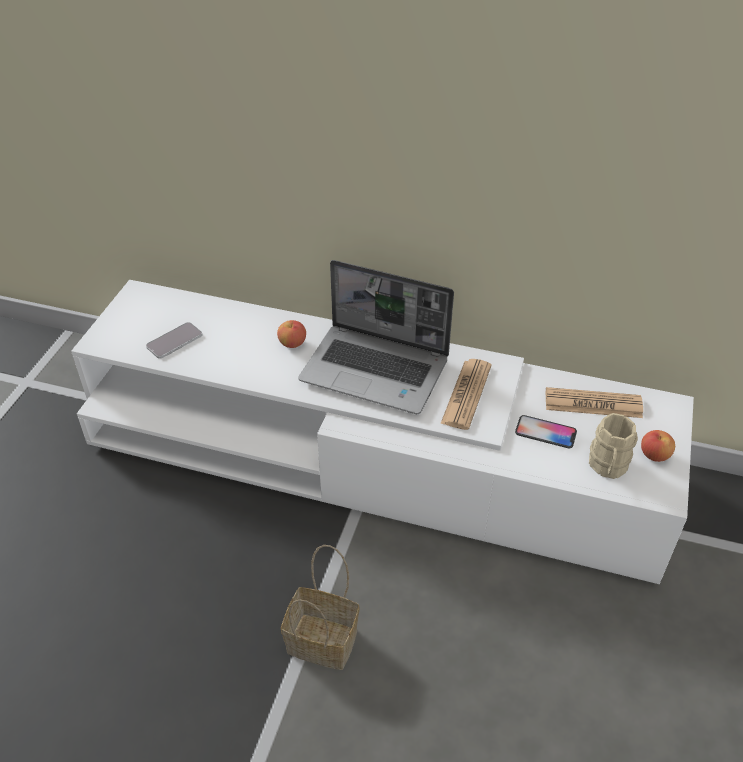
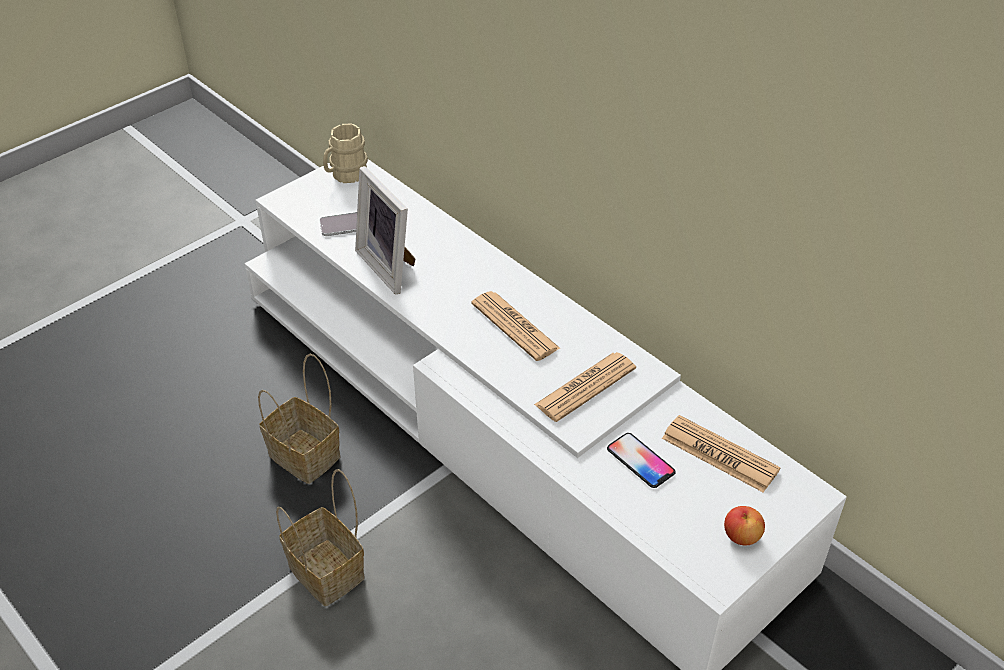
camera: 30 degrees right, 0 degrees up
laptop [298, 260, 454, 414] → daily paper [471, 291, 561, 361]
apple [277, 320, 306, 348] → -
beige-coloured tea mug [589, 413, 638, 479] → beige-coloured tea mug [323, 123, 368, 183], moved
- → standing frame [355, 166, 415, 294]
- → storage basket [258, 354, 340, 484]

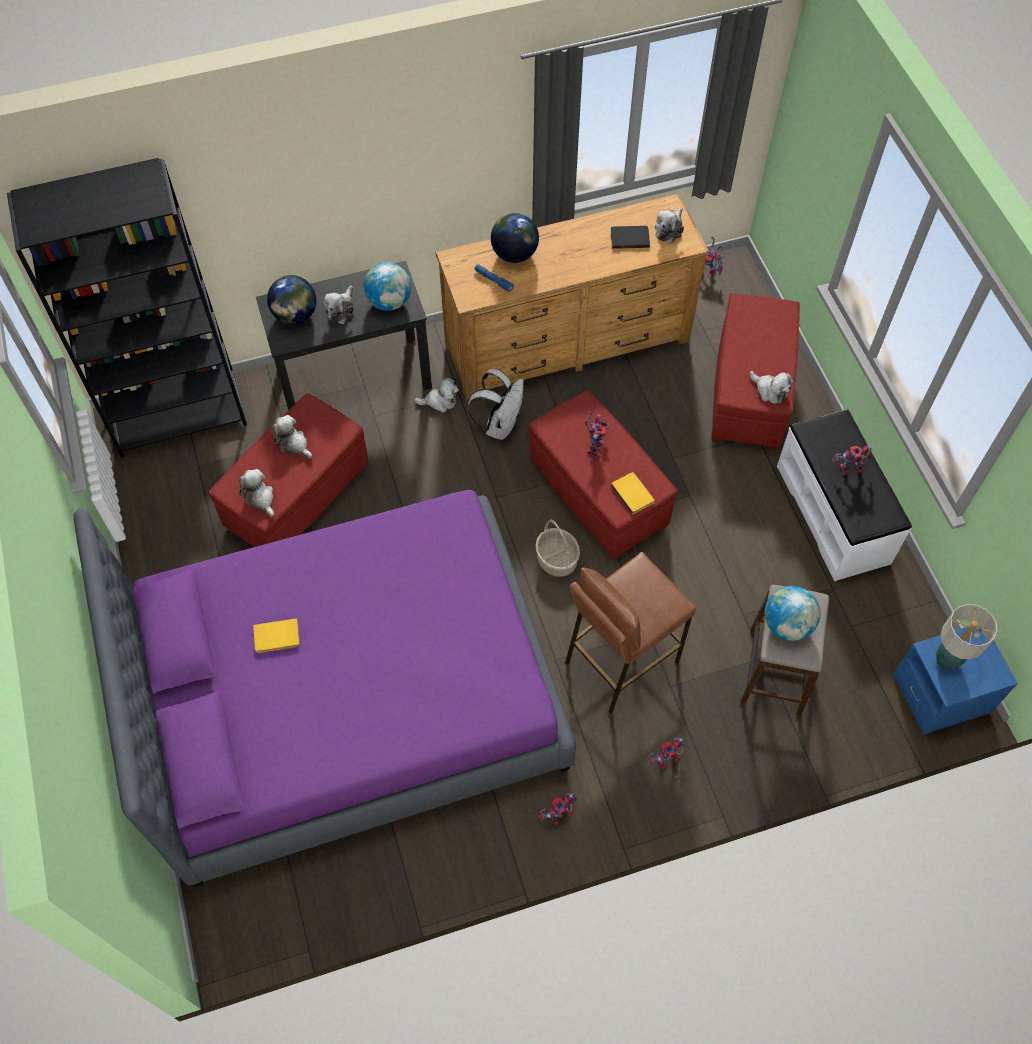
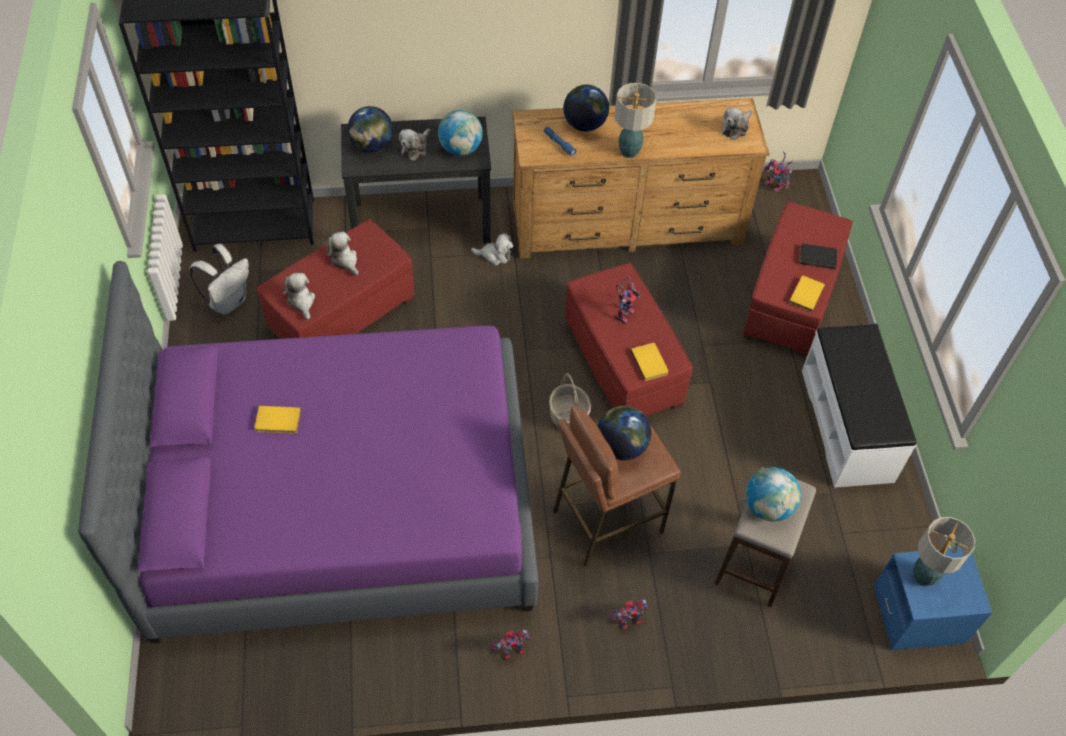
camera: 10 degrees right, 5 degrees down
blackish bound book [610, 226, 650, 249] → blackish bound book [799, 244, 837, 269], moved
whitish knapsack [467, 369, 524, 440] → whitish knapsack [189, 244, 249, 315], moved
cuddly toy [750, 371, 793, 404] → yellow bound book [789, 276, 825, 312]
robot figure [832, 445, 872, 476] → -
- → lamp for a table [614, 83, 656, 158]
- → world globe [598, 406, 651, 460]

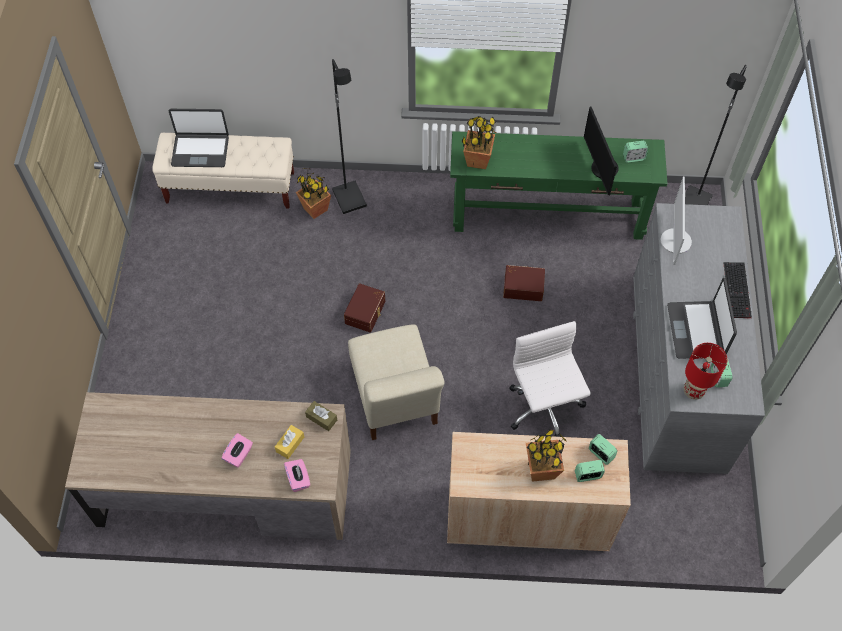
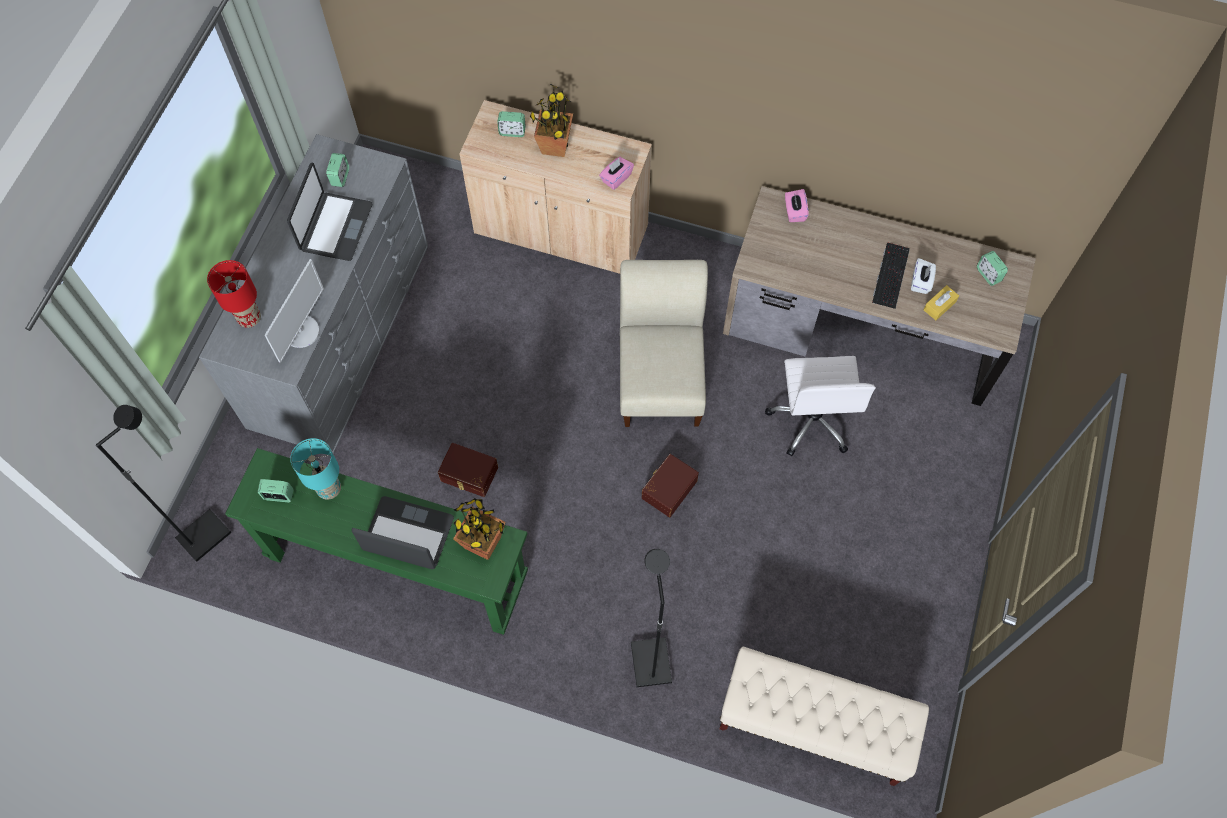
camera: 165 degrees left, 5 degrees up
monitor [584, 106, 619, 196] → turquoise-coloured lamp for a table [290, 438, 341, 500]
laptop [169, 109, 229, 167] → laptop [352, 496, 454, 569], moved
houseplant [296, 168, 331, 219] → -
computer keyboard [723, 262, 752, 318] → computer keyboard [872, 242, 910, 309], moved
whitish computer chair [509, 321, 591, 437] → whitish computer chair [765, 356, 876, 456], moved
reddish lamp for a table [684, 343, 728, 400] → reddish lamp for a table [207, 260, 261, 328], moved
brownish box of tissues [305, 401, 337, 431] → -
yellow box of tissues [275, 425, 304, 459] → yellow box of tissues [924, 285, 959, 320], moved
pinkish box of tissues [221, 433, 253, 468] → pinkish box of tissues [599, 157, 634, 190], moved
table clock [589, 434, 617, 465] → table clock [977, 251, 1008, 286], moved
- → whitish box of tissues [911, 258, 936, 294]

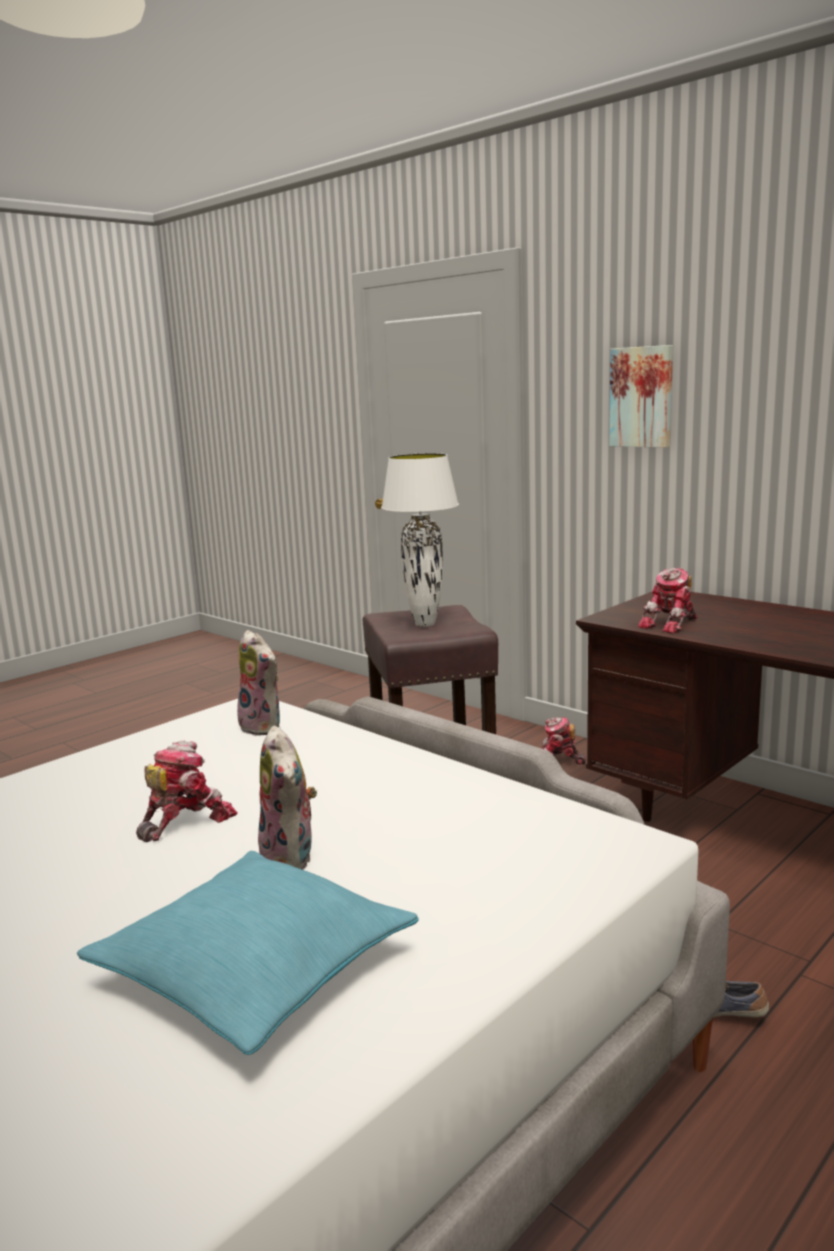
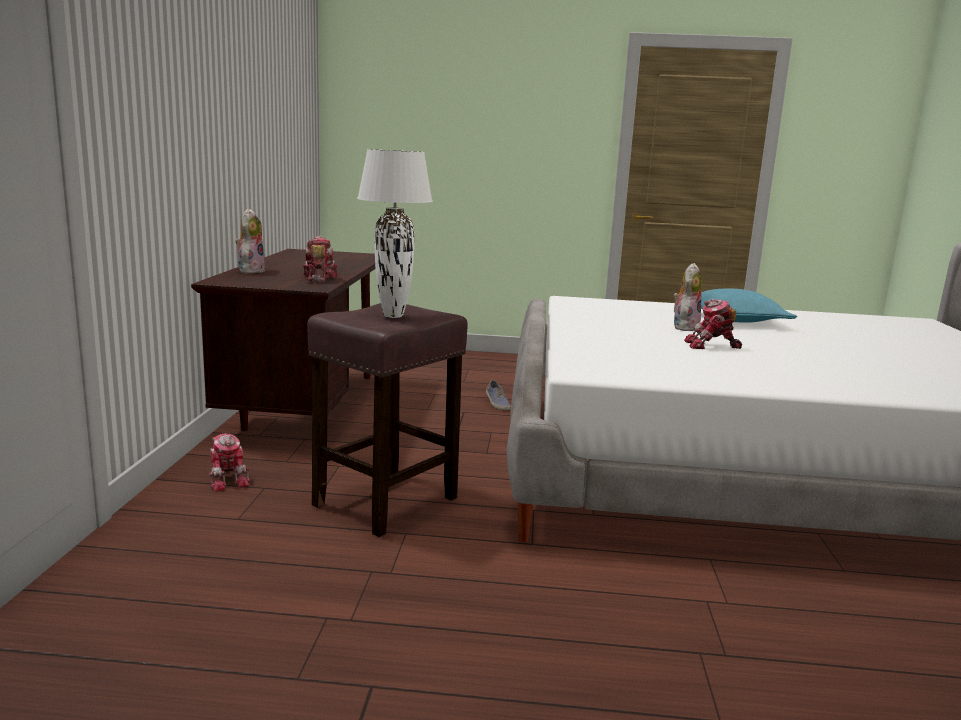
camera: 130 degrees left, 0 degrees up
picture [609, 345, 673, 448] → -
robot figure [638, 568, 698, 634] → robot figure [303, 236, 338, 283], 105 degrees counterclockwise
cuddly toy [235, 630, 280, 736] → cuddly toy [235, 209, 266, 274], moved

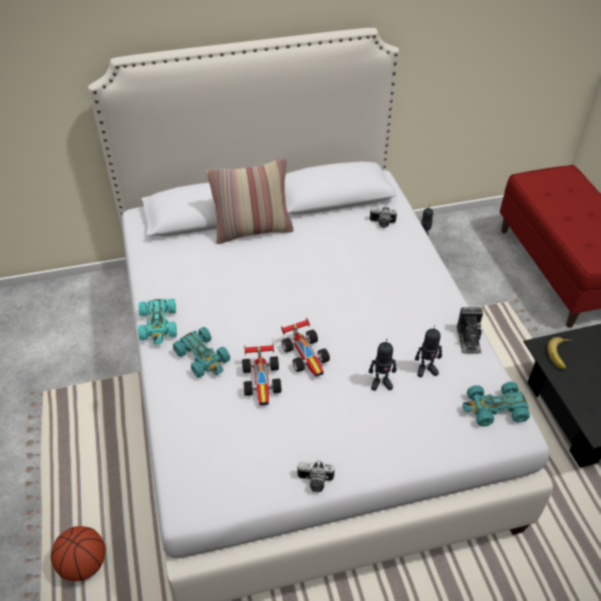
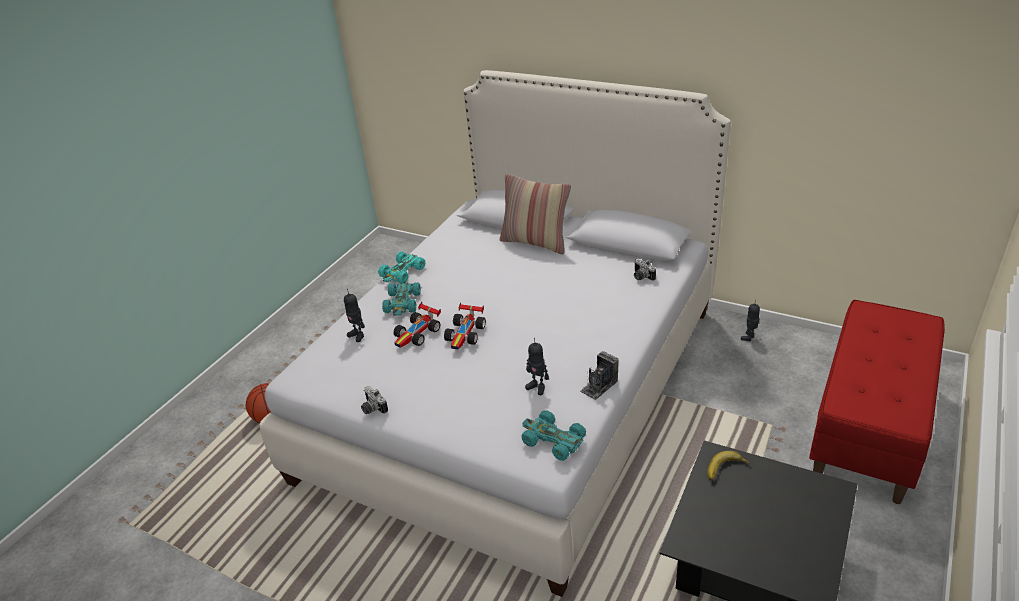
camera: 45 degrees right, 10 degrees down
robot figure [369, 339, 397, 391] → robot figure [344, 289, 365, 342], moved

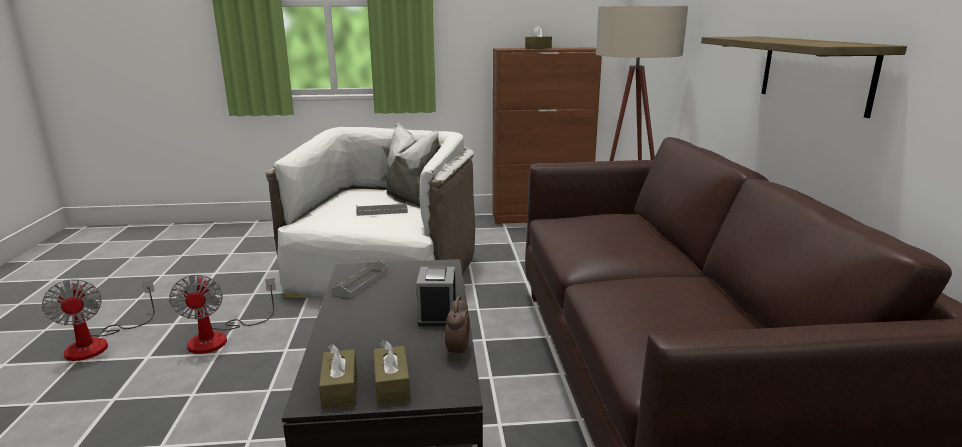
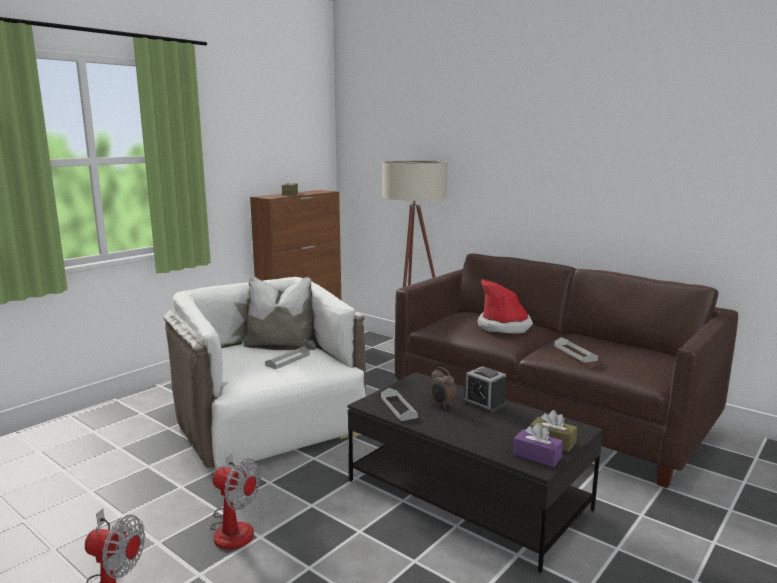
camera: 45 degrees left, 5 degrees down
wall shelf [701, 37, 907, 118] → -
table clock [445, 296, 470, 359] → table clock [429, 367, 456, 409], moved
brownish box of tissues [319, 344, 357, 409] → purple box of tissues [513, 423, 563, 467]
- → hat [478, 279, 533, 334]
- → greyish carrying tray [555, 337, 598, 363]

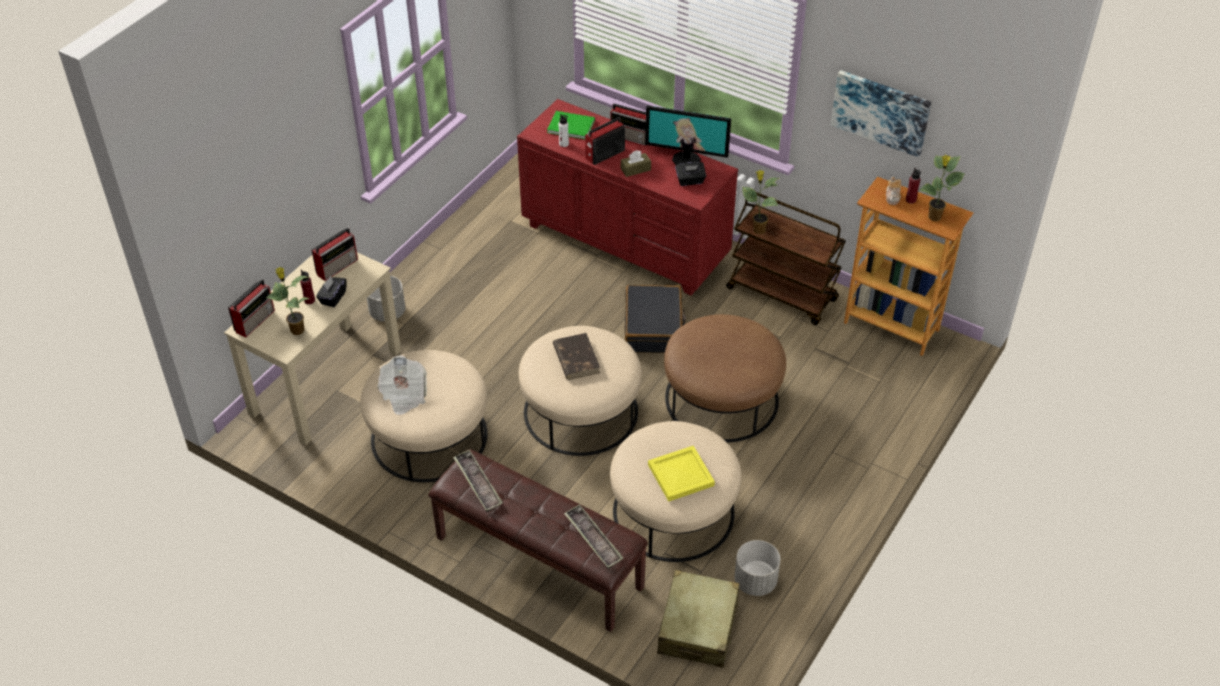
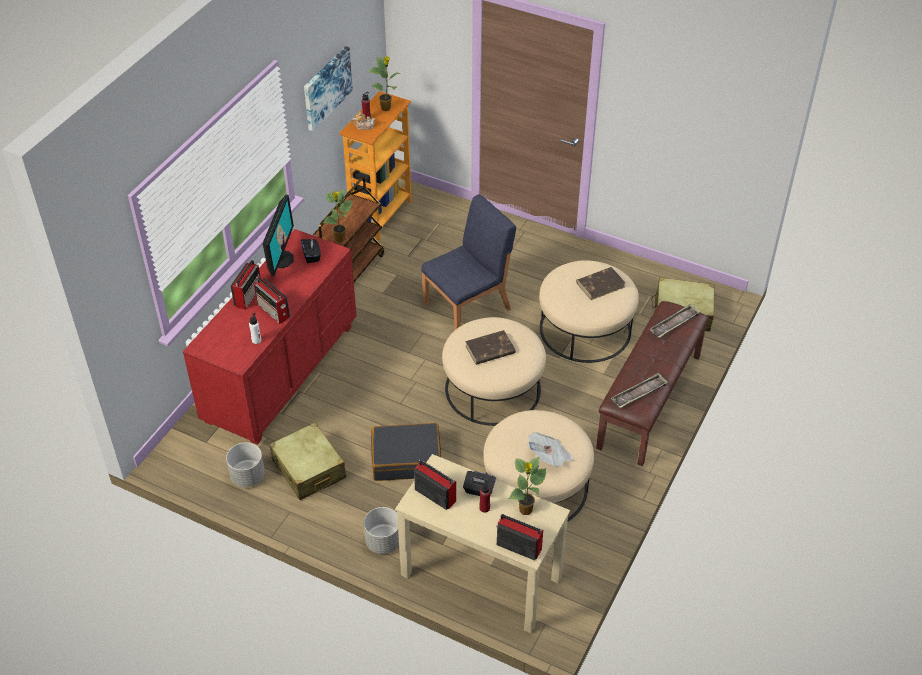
camera: 95 degrees left, 0 degrees up
greenish bound book [547, 111, 595, 139] → -
brownish box of tissues [621, 150, 651, 177] → -
blackish travel case [624, 285, 686, 353] → blackish travel case [371, 423, 441, 481], moved
brownish pouffe [664, 314, 786, 443] → bluish plain chair [421, 194, 516, 330]
yellow carrying tray [648, 446, 715, 502] → brownish bound book [576, 267, 625, 300]
greyish planter [734, 540, 780, 596] → greyish planter [226, 443, 265, 487], moved
- → beige-coloured travel case [269, 423, 346, 500]

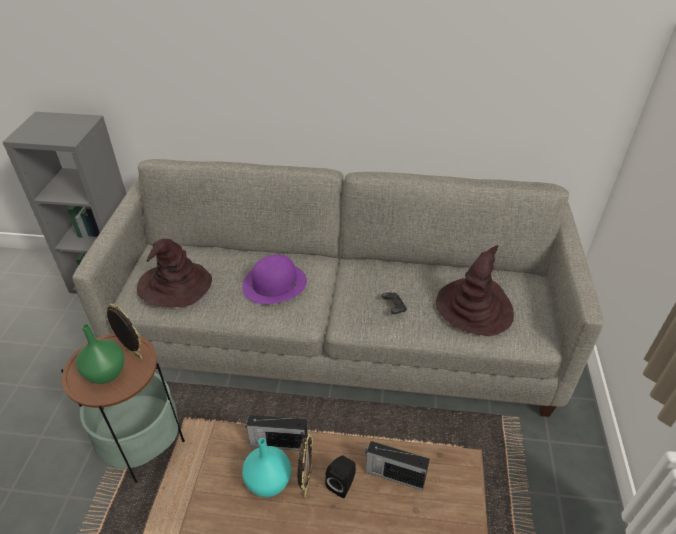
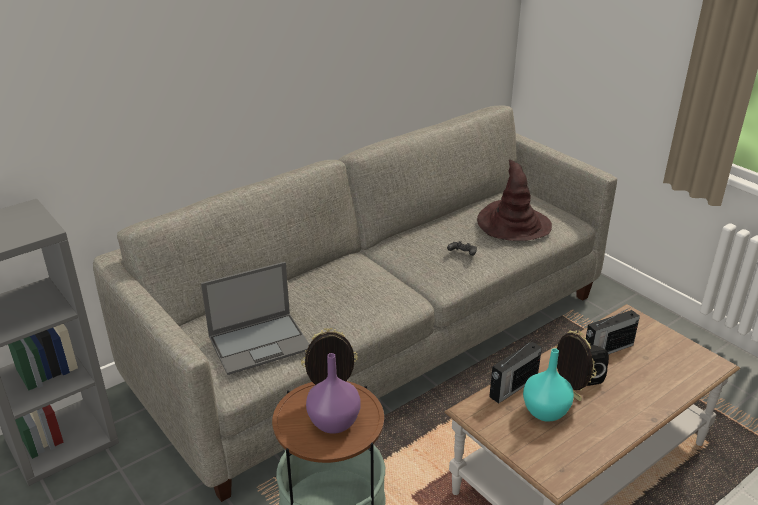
camera: 45 degrees left, 10 degrees down
brownish hat [137, 239, 212, 307] → laptop [201, 262, 309, 375]
purple hat [242, 255, 307, 304] → -
greenish flower vase [76, 324, 124, 384] → purple flower vase [306, 353, 360, 434]

